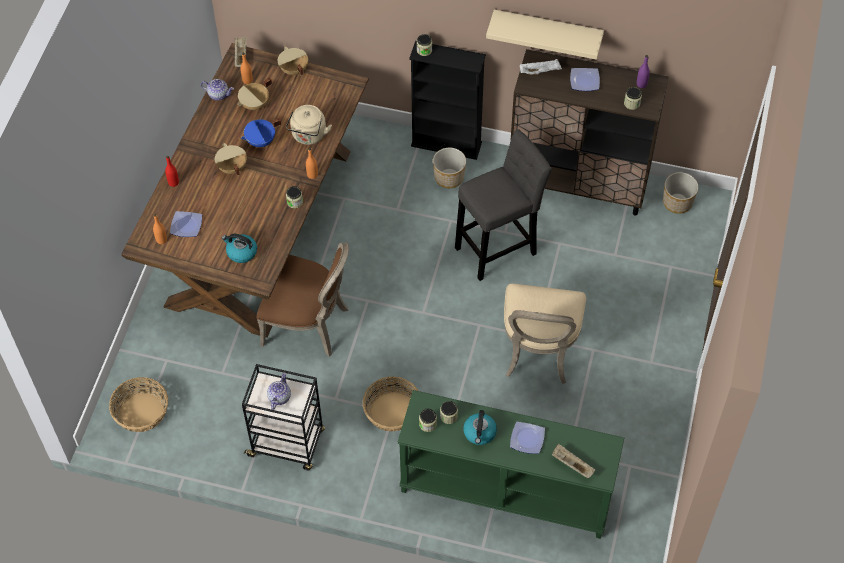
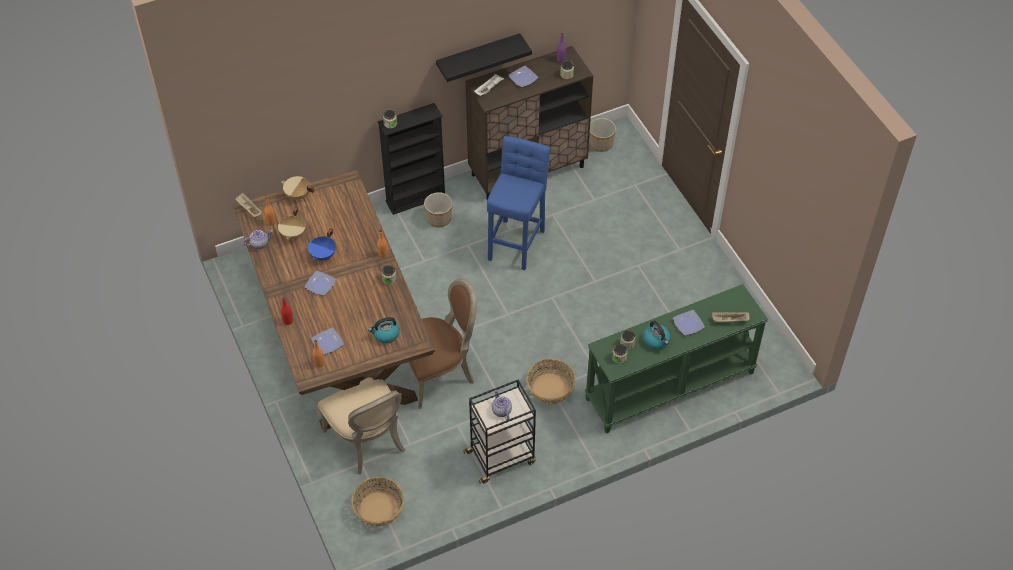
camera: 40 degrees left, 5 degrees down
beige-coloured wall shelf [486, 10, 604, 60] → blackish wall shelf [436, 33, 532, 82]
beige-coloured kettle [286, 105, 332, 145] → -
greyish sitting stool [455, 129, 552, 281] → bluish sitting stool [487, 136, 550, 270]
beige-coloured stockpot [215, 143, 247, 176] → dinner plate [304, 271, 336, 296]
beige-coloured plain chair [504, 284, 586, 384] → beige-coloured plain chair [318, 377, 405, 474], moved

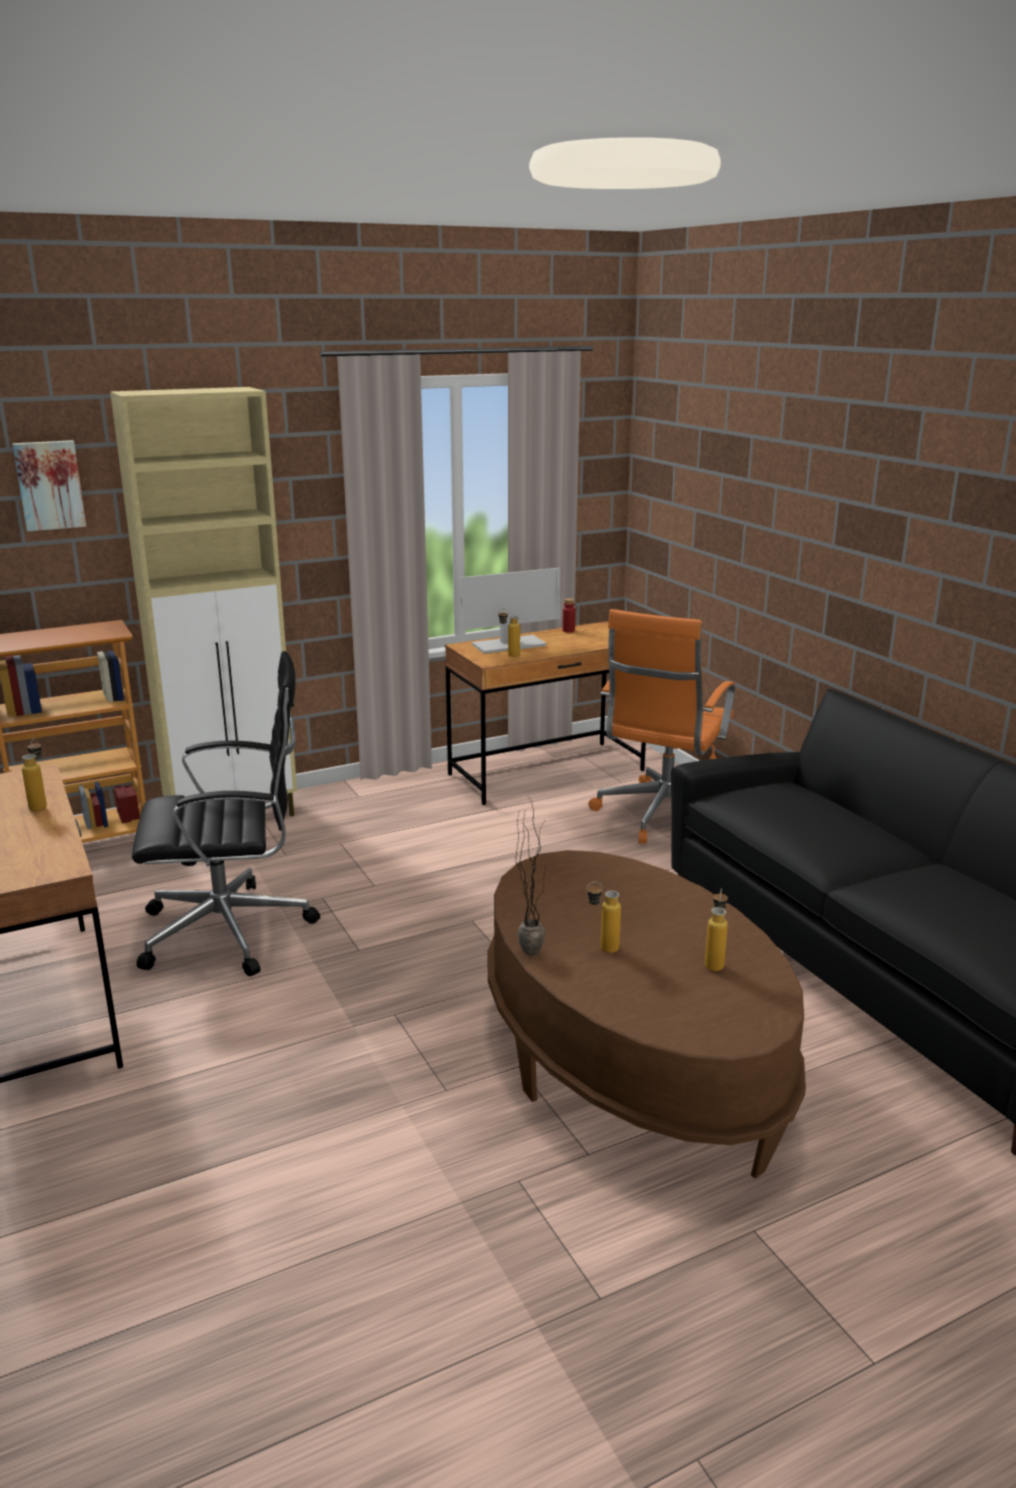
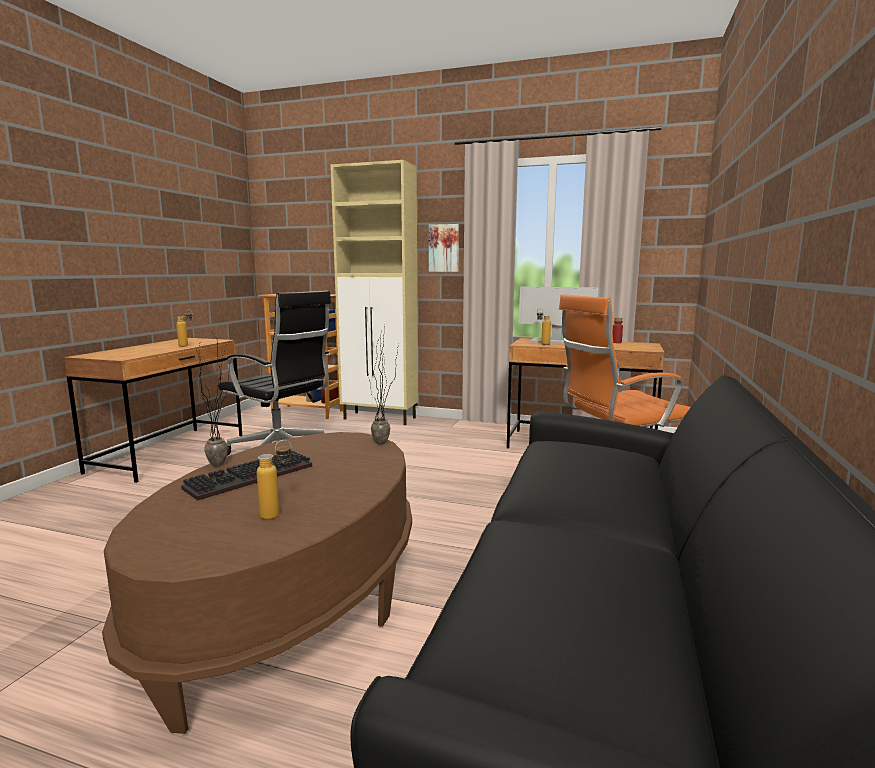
camera: 45 degrees right, 10 degrees down
picture [13, 440, 86, 531] → picture [428, 224, 459, 272], moved
bottle [586, 882, 621, 953] → computer keyboard [181, 451, 312, 500]
- → houseplant [368, 325, 399, 445]

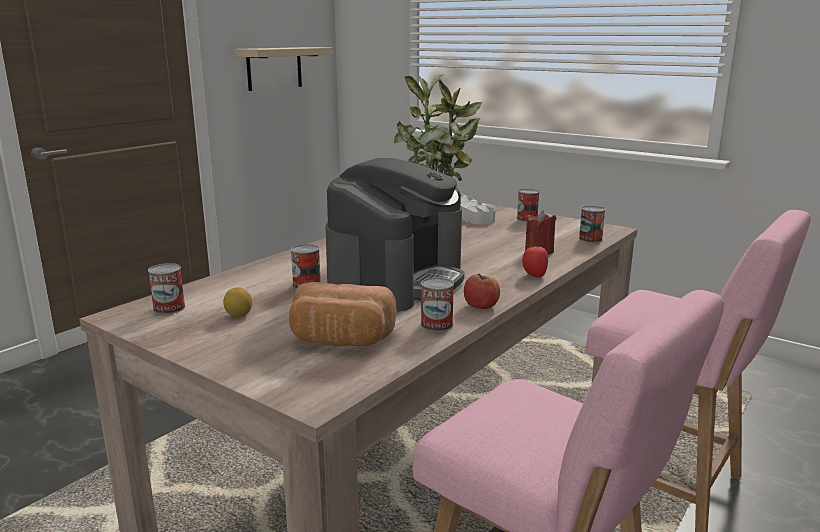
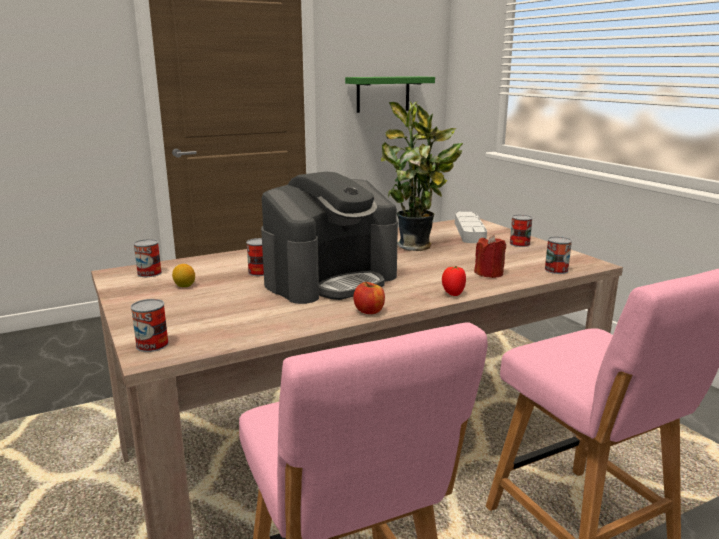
camera: 25 degrees right, 0 degrees up
beige-coloured wall shelf [233, 47, 333, 91] → greenish wall shelf [345, 76, 435, 113]
metal can [421, 277, 454, 332] → metal can [131, 299, 169, 352], moved
baked bread [289, 282, 397, 347] → -

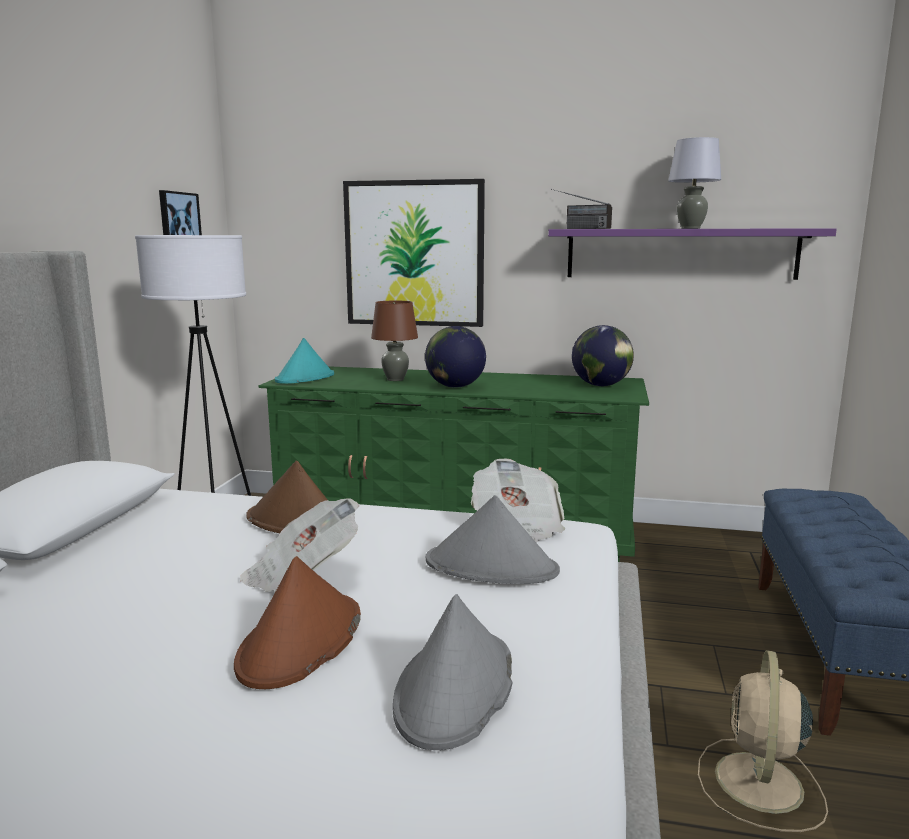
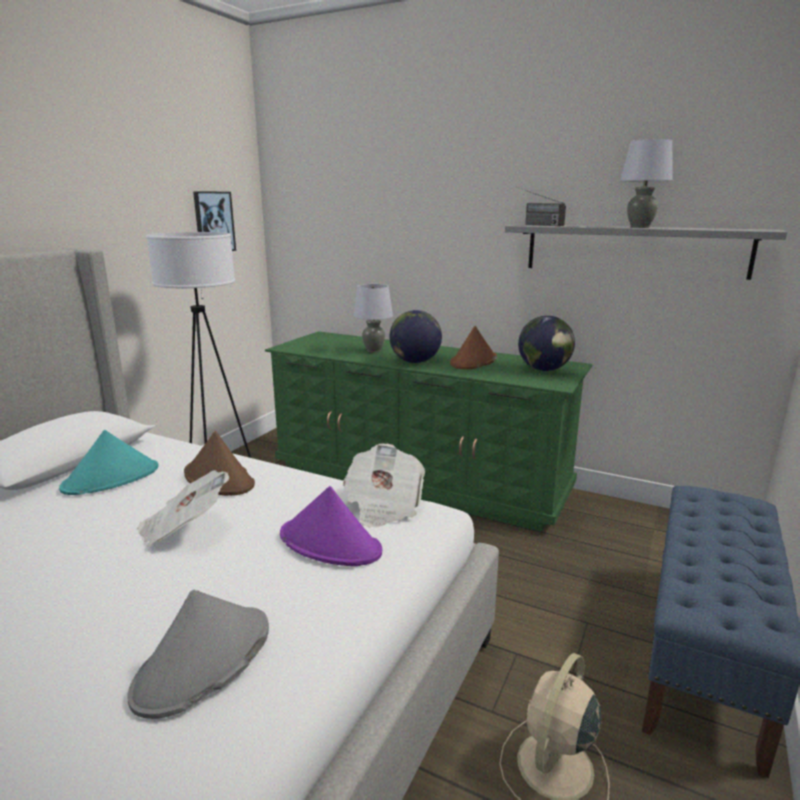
camera: 15 degrees right, 5 degrees up
picture [343, 179, 485, 327] → -
purple wall shelf [548, 228, 837, 280] → greyish wall shelf [505, 224, 787, 280]
brownish lamp for a table [371, 301, 418, 381] → greyish lamp for a table [354, 284, 393, 352]
turquoise-coloured hat [275, 338, 334, 384] → turquoise-coloured hat [59, 430, 159, 495], moved
greyish hat [426, 495, 560, 584] → purple hat [280, 486, 382, 566]
brownish hat [234, 556, 361, 689] → brownish hat [450, 326, 497, 369], moved

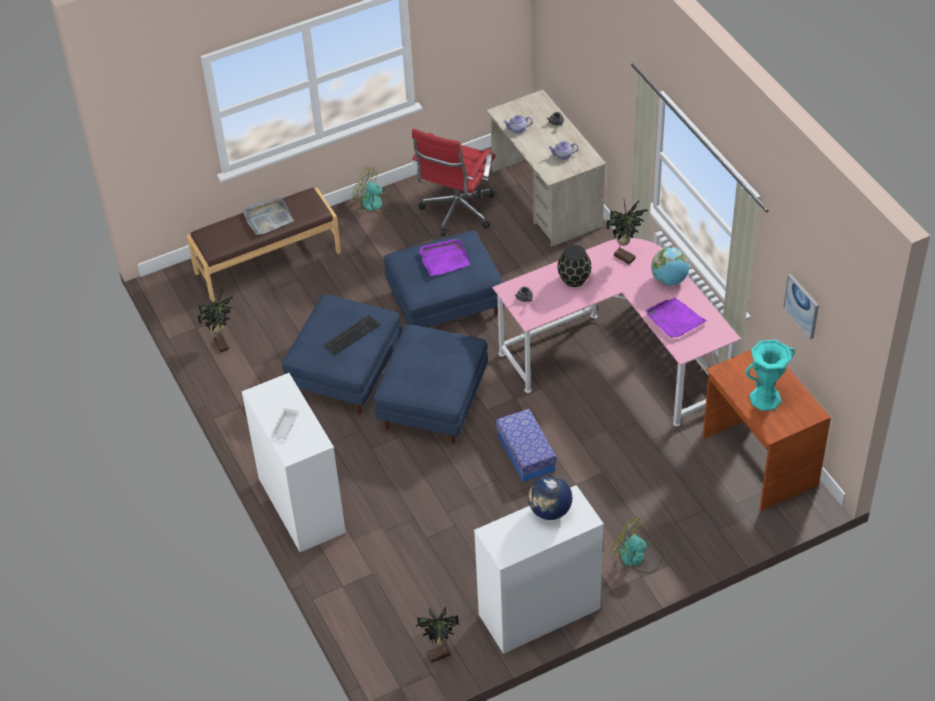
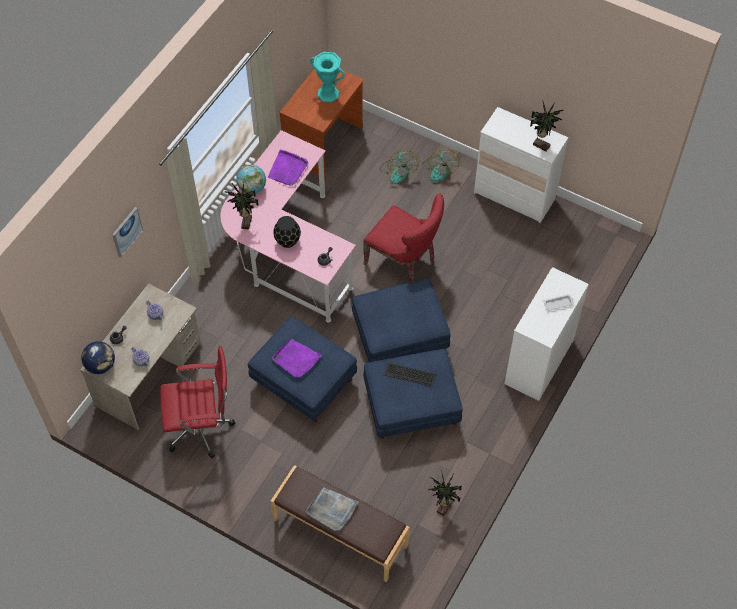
camera: 125 degrees left, 10 degrees up
cooling fan [353, 167, 398, 214] → cooling fan [380, 150, 419, 184], moved
picture [783, 274, 819, 339] → picture [112, 207, 143, 258], moved
storage container [496, 409, 556, 482] → reddish plain chair [363, 193, 444, 283]
world globe [528, 476, 572, 520] → world globe [82, 341, 115, 374], moved
houseplant [416, 606, 459, 663] → houseplant [530, 102, 563, 151], moved

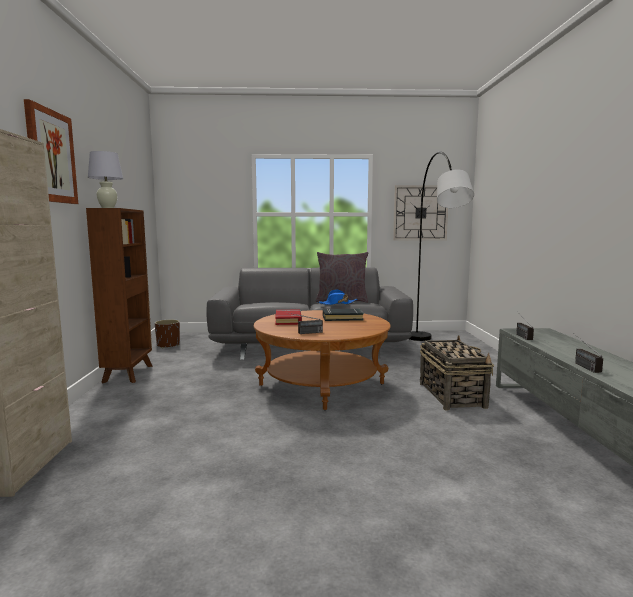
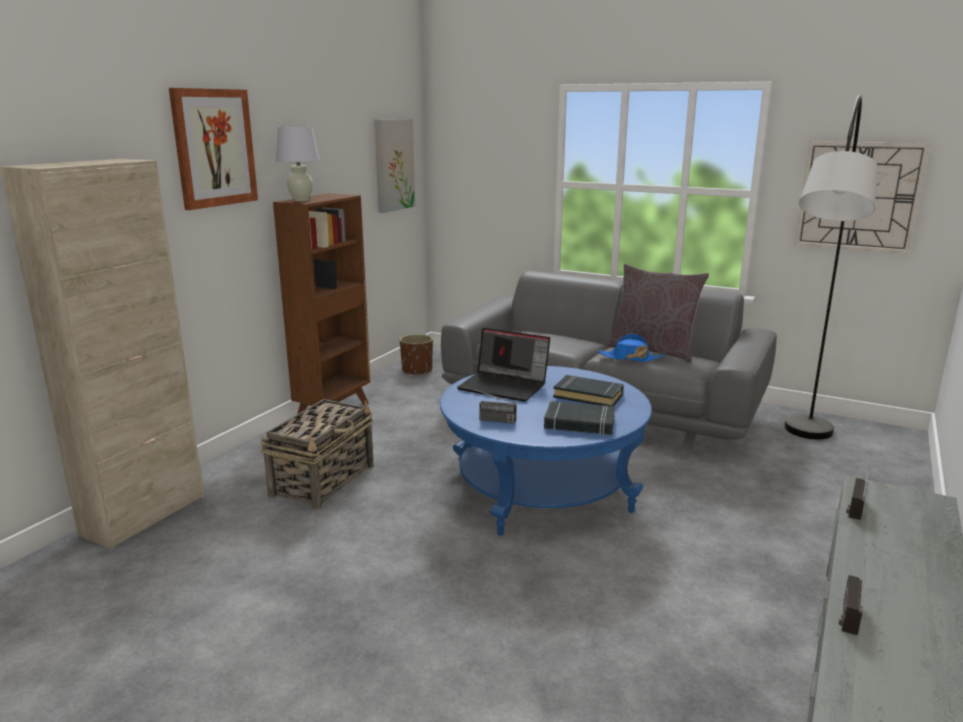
camera: 30 degrees right, 10 degrees up
brownish low table [254, 310, 391, 410] → bluish low table [440, 366, 652, 536]
reddish bound book [275, 310, 302, 325] → laptop [457, 328, 550, 402]
storage basket [420, 335, 494, 410] → storage basket [260, 399, 373, 510], moved
- → picture [374, 119, 415, 213]
- → blackish bound book [544, 401, 615, 435]

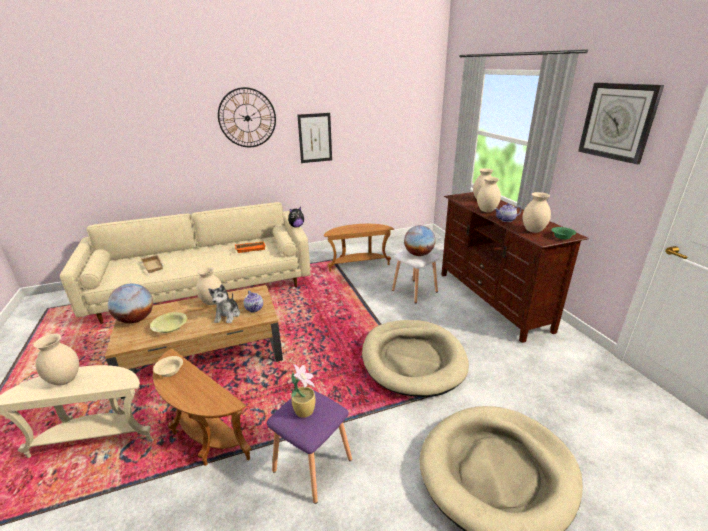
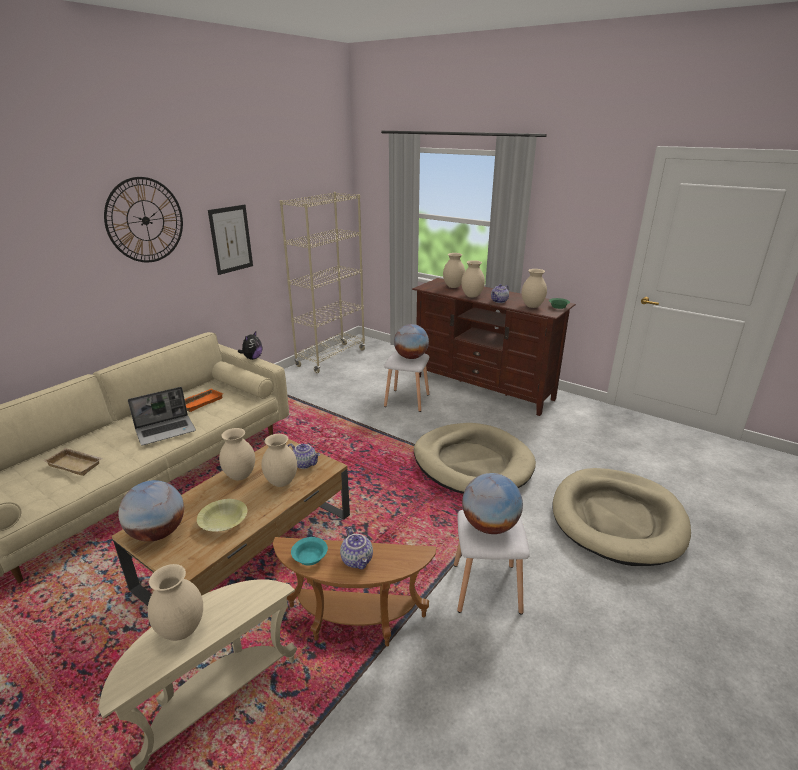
camera: 35 degrees left, 0 degrees up
wall clock [578, 82, 664, 164] → -
brownish accent table [324, 224, 394, 272] → -
cuddly toy [208, 284, 240, 323] → beige-coloured flower vase [262, 434, 297, 487]
beige-coloured bowl [153, 356, 183, 377] → turquoise-coloured bowl [291, 537, 328, 566]
houseplant [291, 364, 315, 418] → world globe [462, 473, 523, 534]
purple sitting stool [267, 389, 352, 504] → whitish sitting stool [454, 510, 530, 614]
- → beige-coloured bookcase [280, 192, 365, 373]
- → laptop [128, 387, 196, 446]
- → teapot [340, 527, 373, 569]

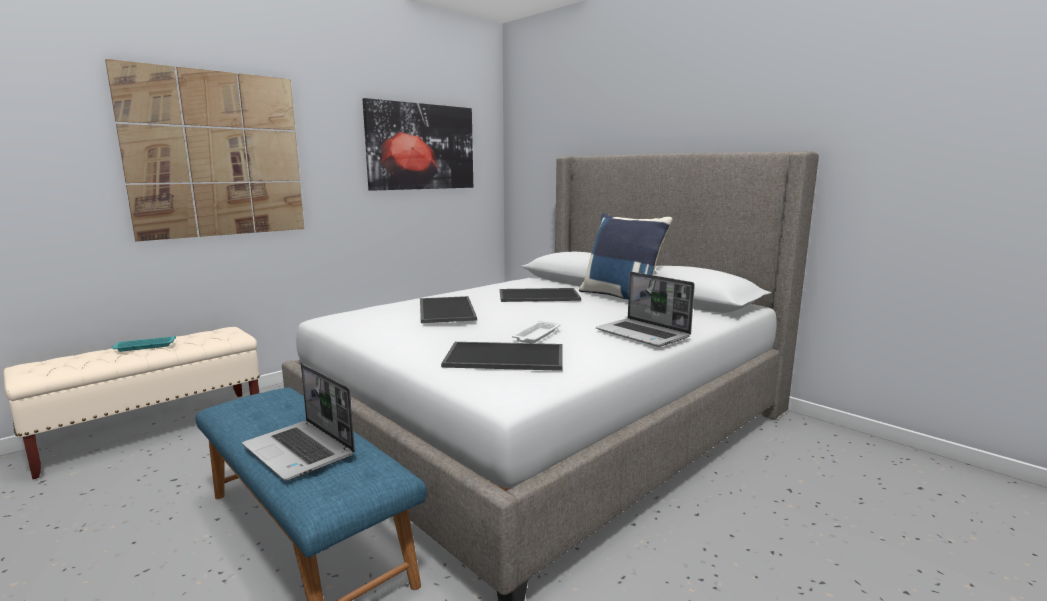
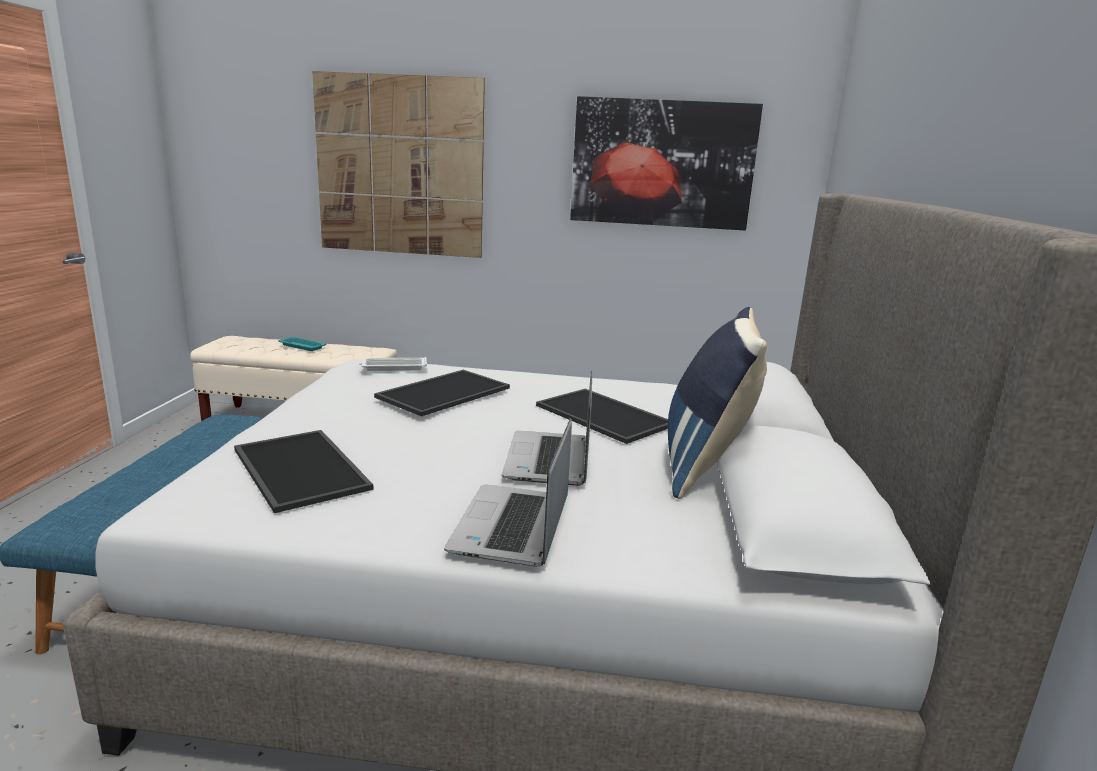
camera: 50 degrees right, 5 degrees up
whitish carrying tray [512, 321, 560, 343] → whitish carrying tray [359, 357, 427, 371], moved
laptop [242, 364, 355, 480] → laptop [502, 370, 592, 486], moved

